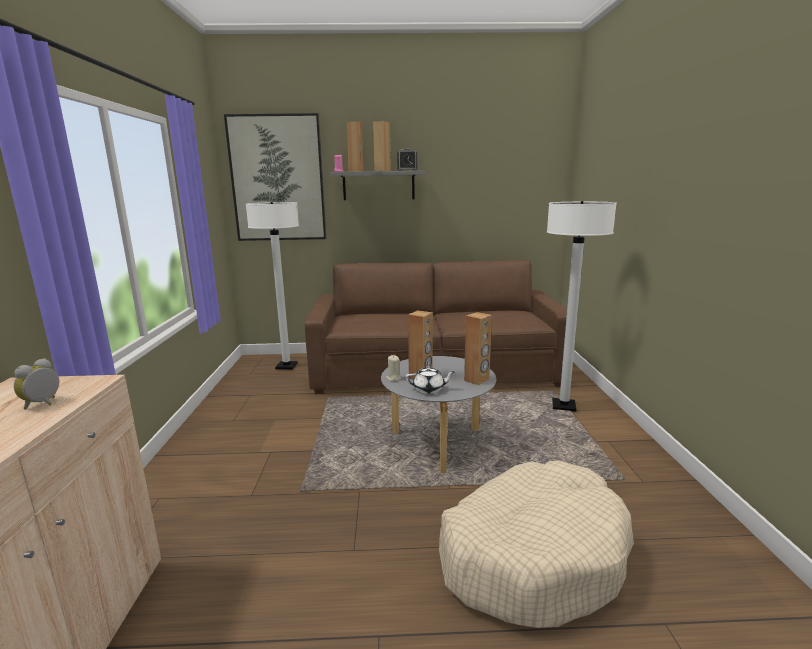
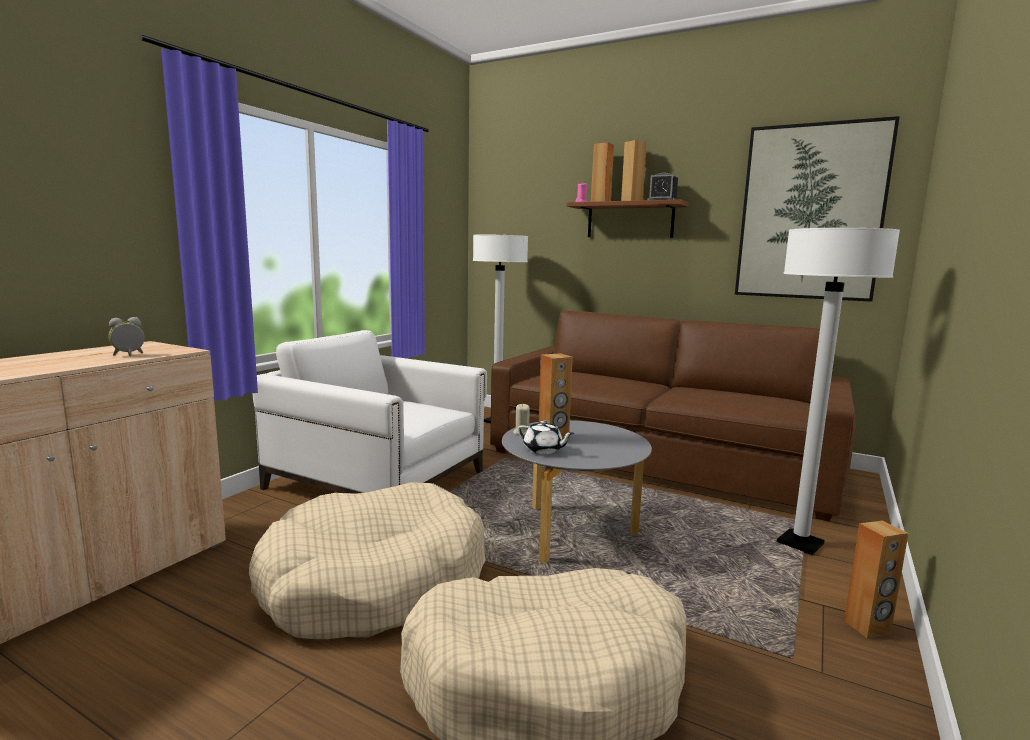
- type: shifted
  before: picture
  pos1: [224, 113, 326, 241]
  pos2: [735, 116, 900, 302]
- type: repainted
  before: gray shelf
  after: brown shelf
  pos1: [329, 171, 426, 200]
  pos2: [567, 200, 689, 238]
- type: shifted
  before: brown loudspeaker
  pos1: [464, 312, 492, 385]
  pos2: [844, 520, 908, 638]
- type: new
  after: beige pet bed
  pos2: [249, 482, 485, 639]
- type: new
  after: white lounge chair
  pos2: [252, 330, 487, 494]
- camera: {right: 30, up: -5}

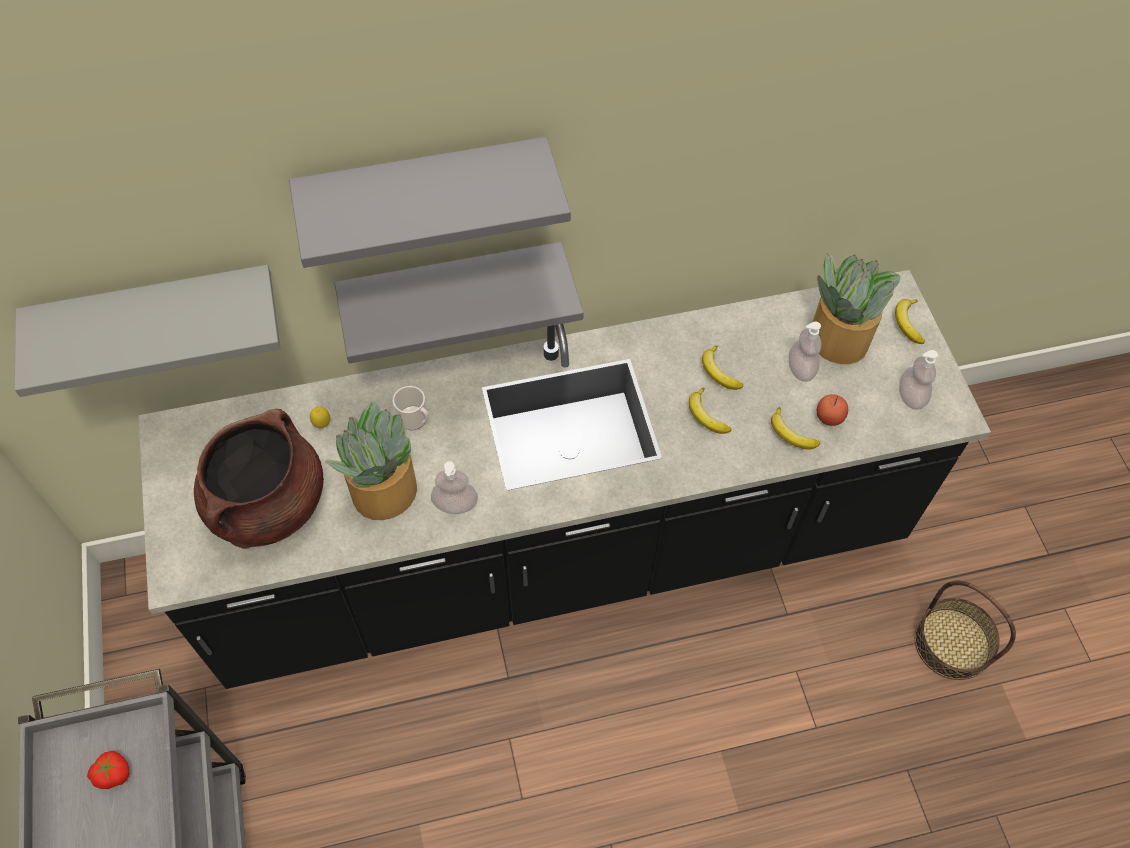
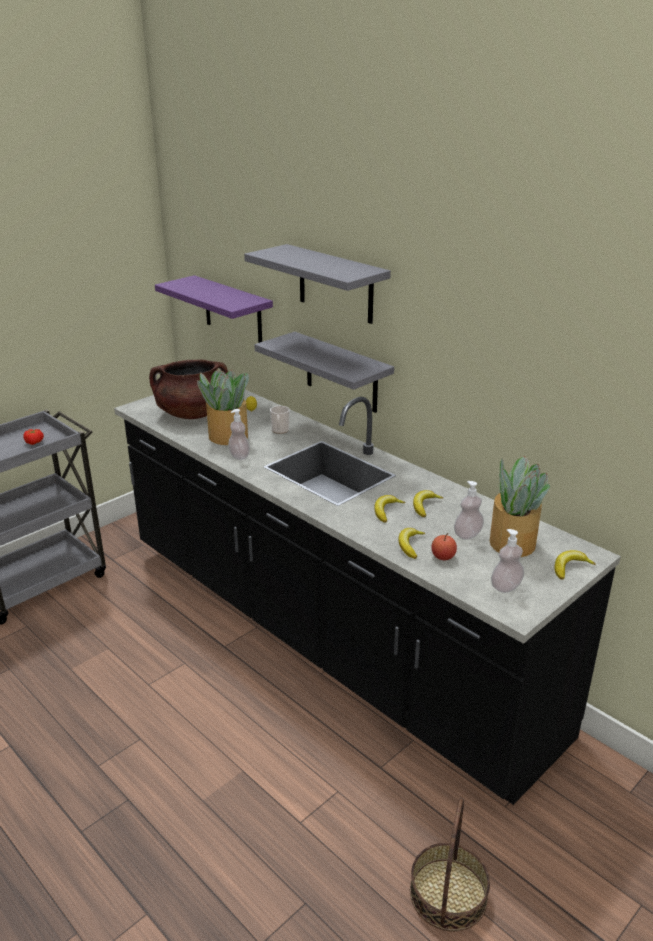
- type: repainted
  before: gray shelf
  after: purplish shelf
  pos1: [14, 265, 280, 397]
  pos2: [155, 275, 273, 343]
- camera: {right: 60, up: -30}

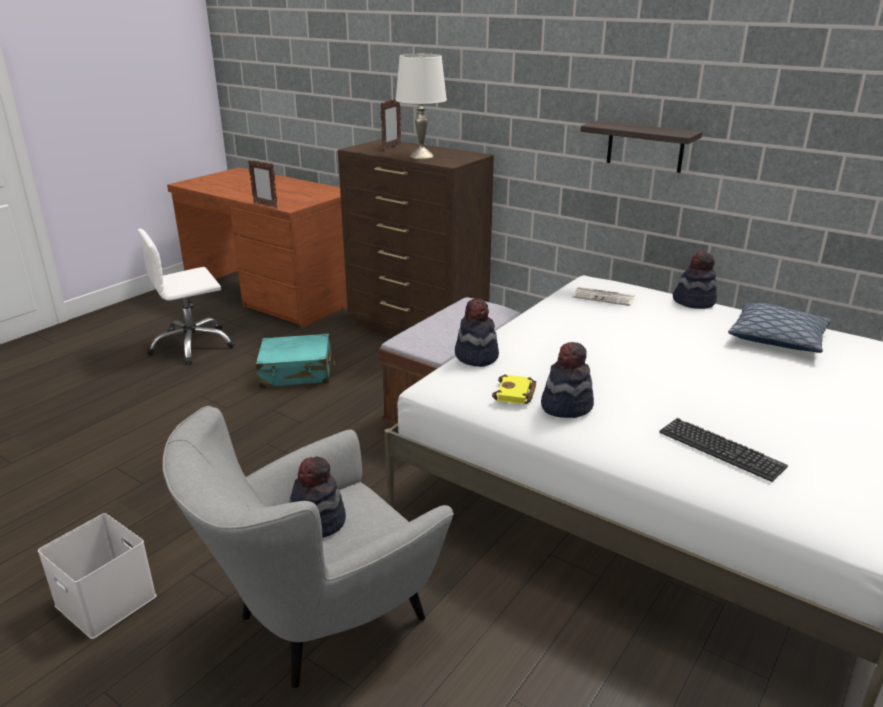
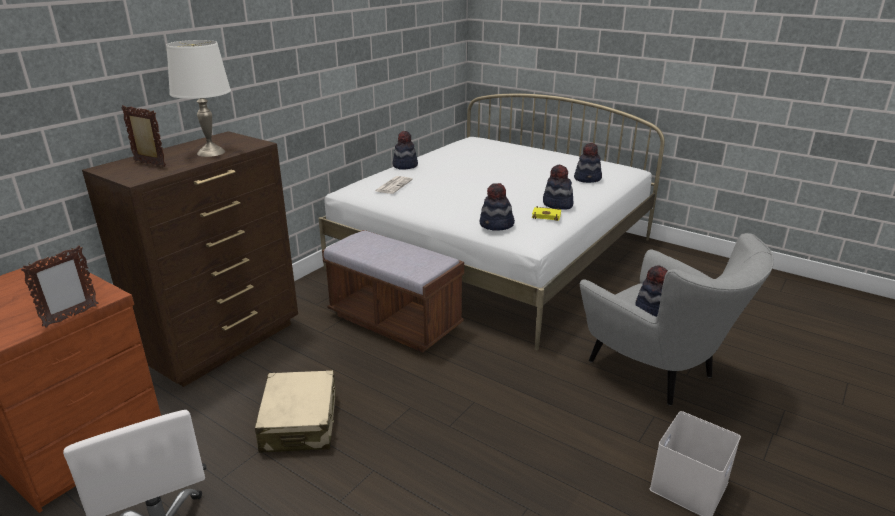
- type: repainted
  before: turquoise piece of luggage
  after: beige piece of luggage
  pos1: [256, 334, 335, 388]
  pos2: [255, 370, 336, 453]
- type: gone
  before: shelf
  pos1: [581, 120, 702, 173]
- type: swapped
  before: computer keyboard
  after: wearable hat
  pos1: [659, 418, 788, 482]
  pos2: [574, 143, 602, 183]
- type: gone
  before: cushion
  pos1: [728, 303, 831, 353]
- camera: {right: -90, up: 0}

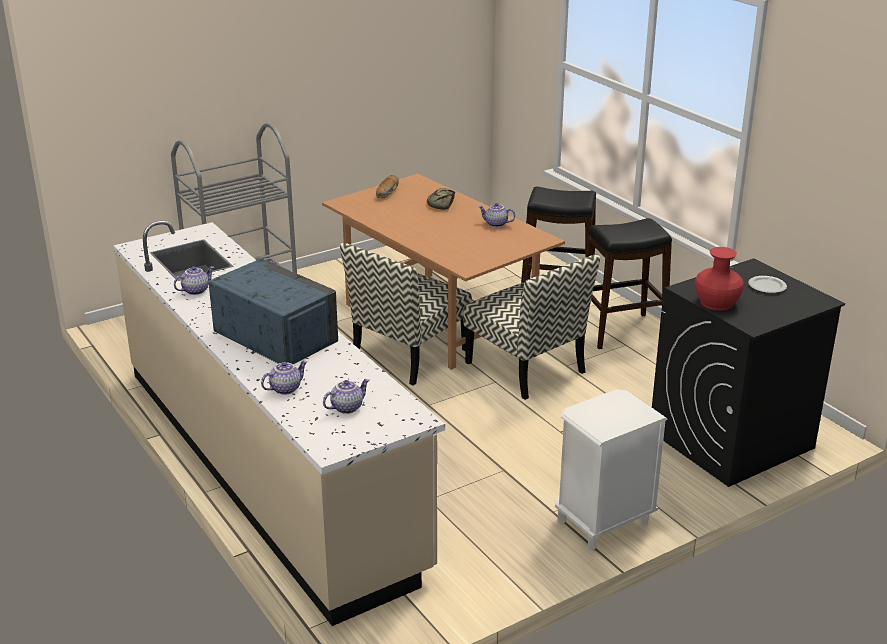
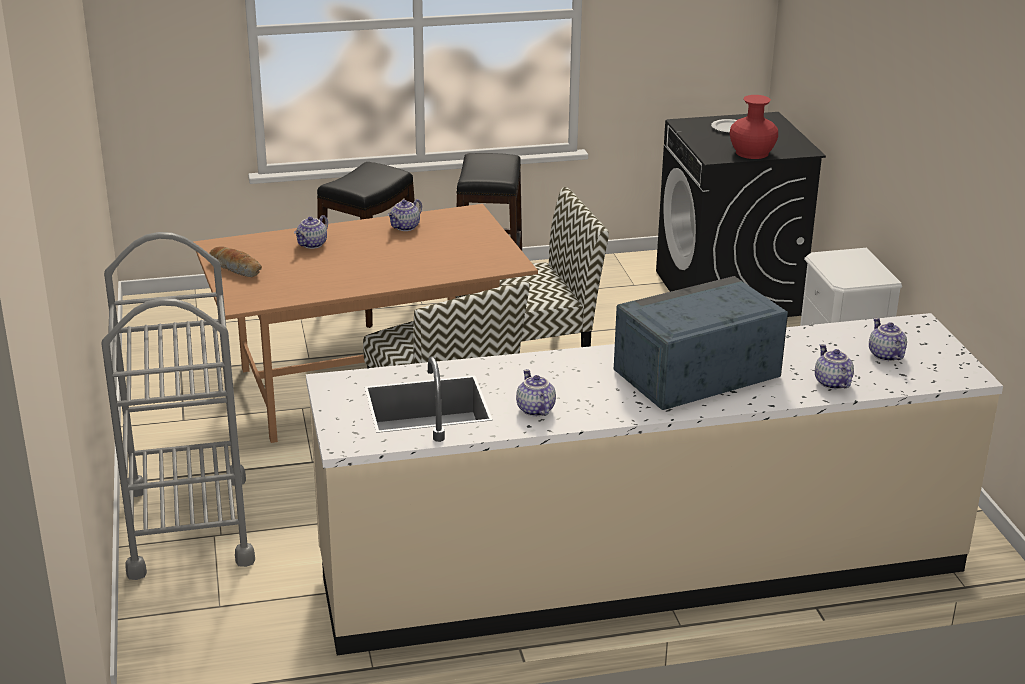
- type: swapped
  before: bakery bread
  after: tea pot
  pos1: [427, 188, 455, 210]
  pos2: [294, 215, 328, 249]
- camera: {right: -70, up: 0}

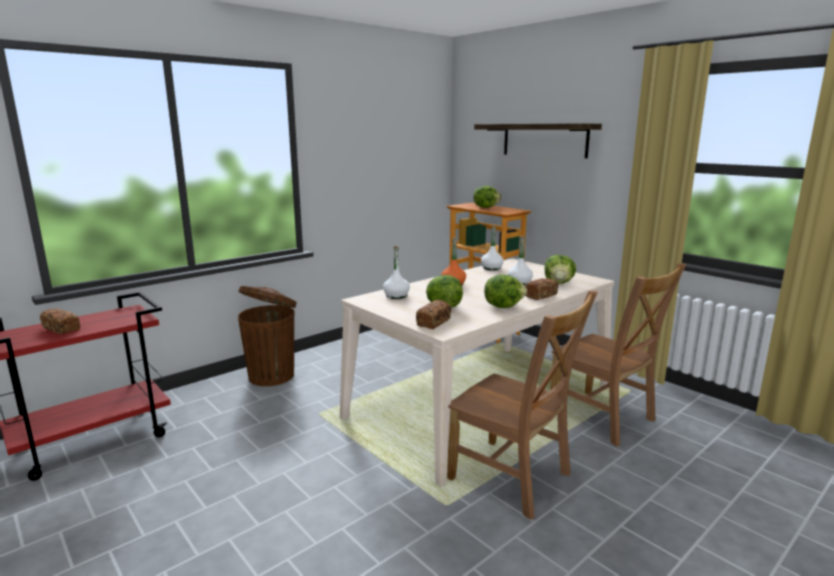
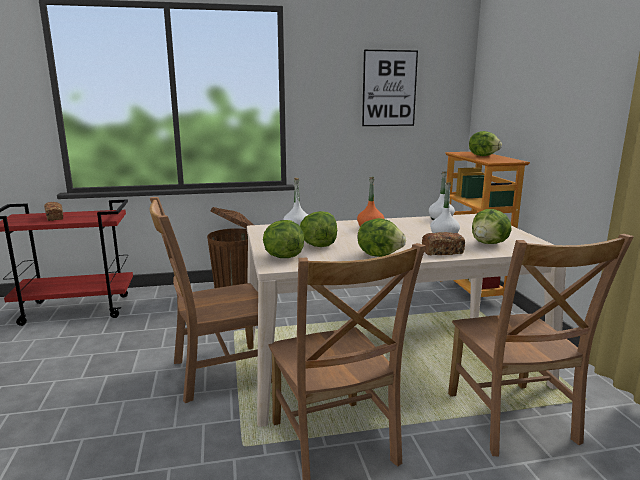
- type: swapped
  before: bakery bread
  after: head of lettuce
  pos1: [416, 300, 451, 329]
  pos2: [263, 220, 304, 258]
- type: gone
  before: shelf
  pos1: [474, 124, 602, 158]
- type: new
  after: brown chair
  pos2: [150, 197, 272, 403]
- type: new
  after: picture
  pos2: [362, 50, 418, 126]
- camera: {right: 30, up: 0}

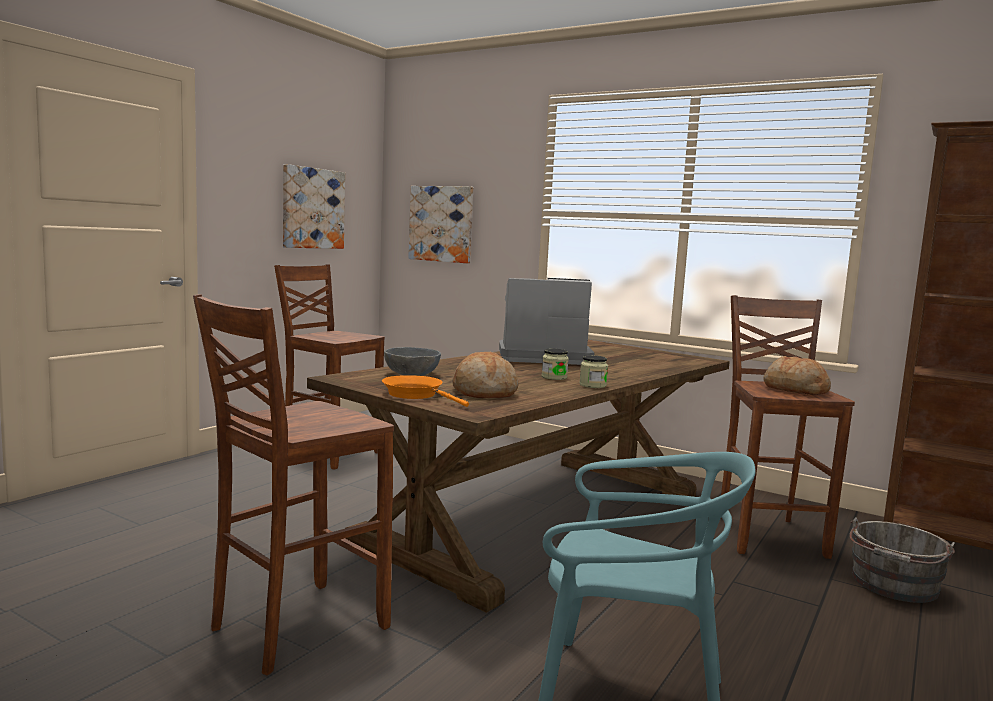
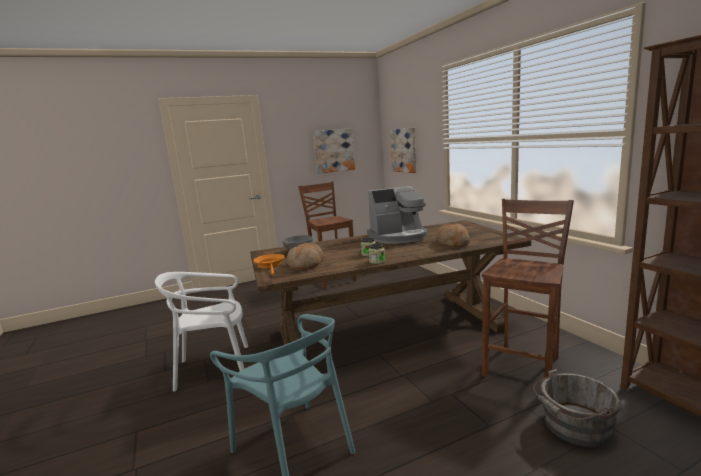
- type: swapped
  before: brown stool seat
  after: white chair
  pos1: [193, 294, 394, 675]
  pos2: [155, 272, 248, 392]
- type: rotated
  before: coffee maker
  pos1: [499, 278, 595, 365]
  pos2: [367, 186, 427, 244]
  turn: 135
- type: shifted
  before: bakery bread
  pos1: [764, 356, 831, 395]
  pos2: [436, 224, 470, 247]
- camera: {right: 35, up: 5}

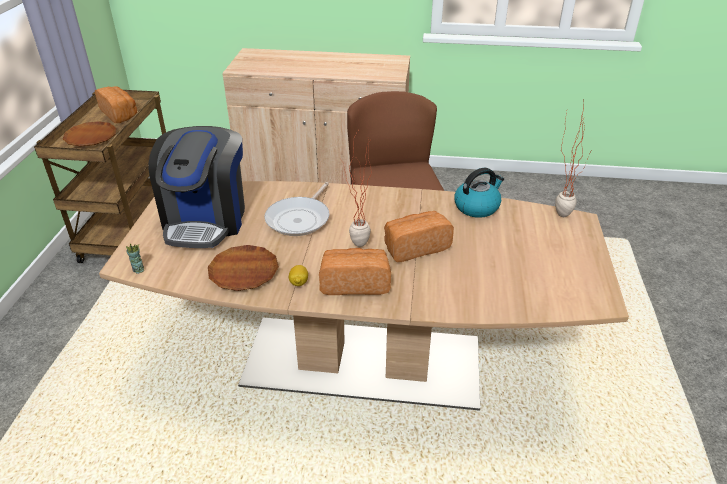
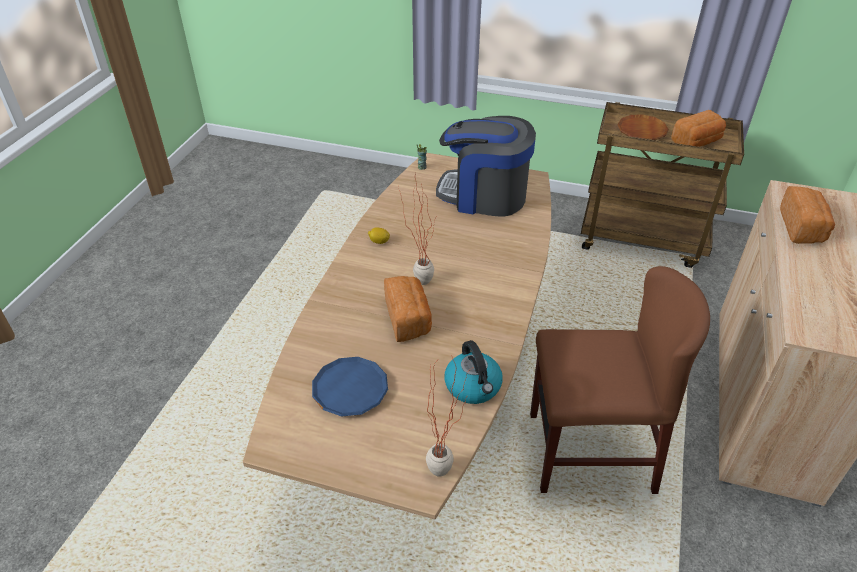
- type: gone
  before: brown flat dish
  pos1: [208, 245, 279, 291]
- type: gone
  before: pan
  pos1: [264, 182, 329, 236]
- type: shifted
  before: bakery bread
  pos1: [319, 248, 391, 295]
  pos2: [780, 186, 835, 244]
- type: new
  after: blue-coloured flat dish
  pos2: [312, 357, 388, 417]
- camera: {right: 100, up: 5}

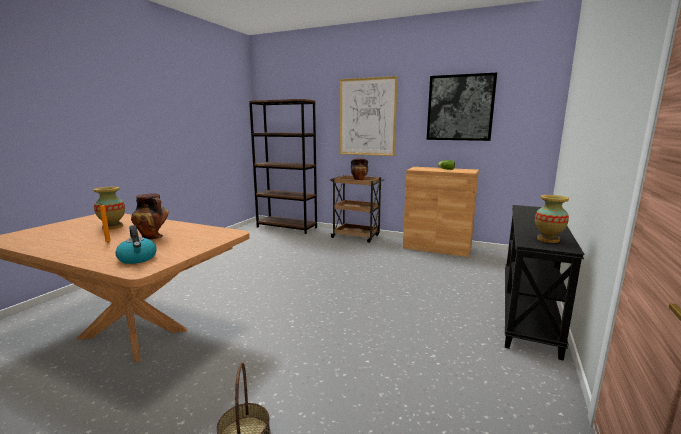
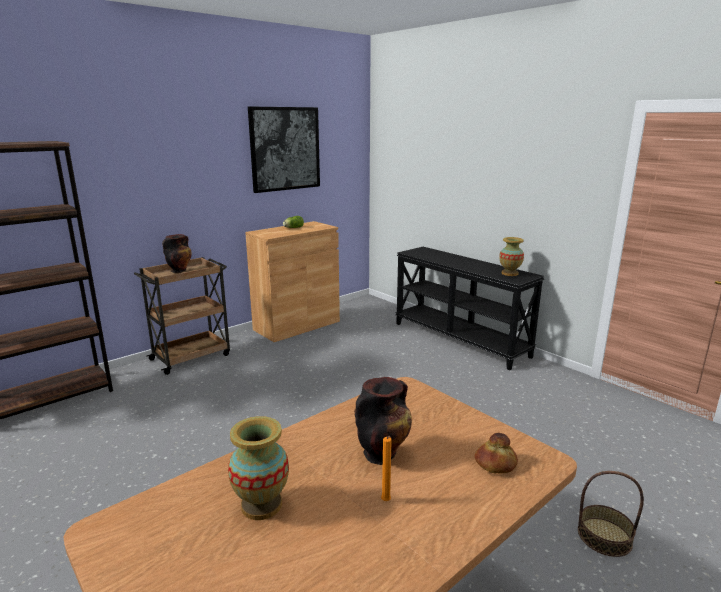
- type: swapped
  before: water kettle
  after: bakery bread
  pos1: [115, 225, 157, 264]
  pos2: [475, 433, 518, 473]
- type: gone
  before: picture
  pos1: [339, 76, 398, 156]
- camera: {right: -65, up: 5}

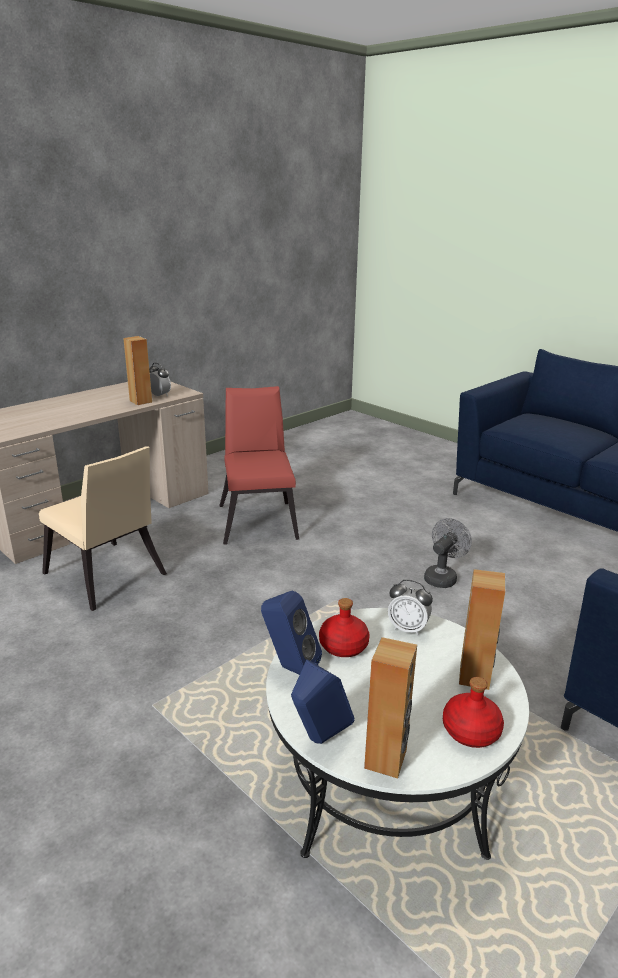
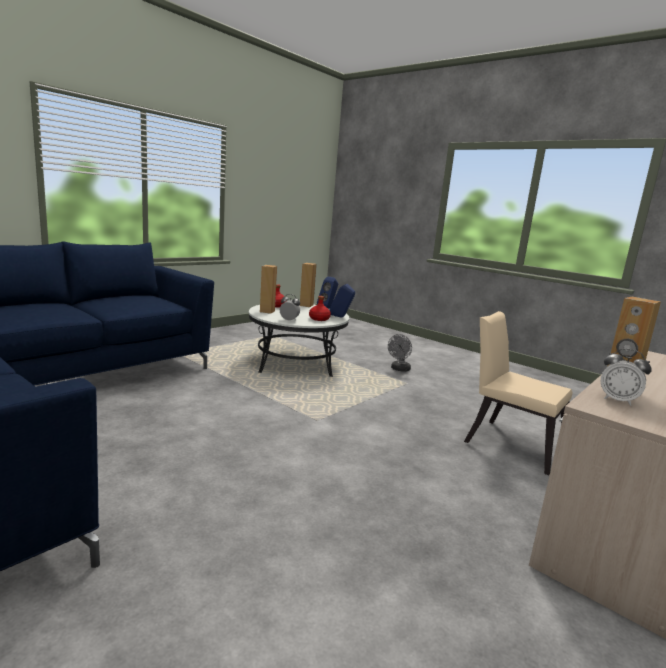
- type: gone
  before: red-coloured chair
  pos1: [220, 386, 299, 545]
- type: shifted
  before: gray fan
  pos1: [424, 518, 472, 588]
  pos2: [388, 334, 412, 372]
- camera: {right: 175, up: -10}

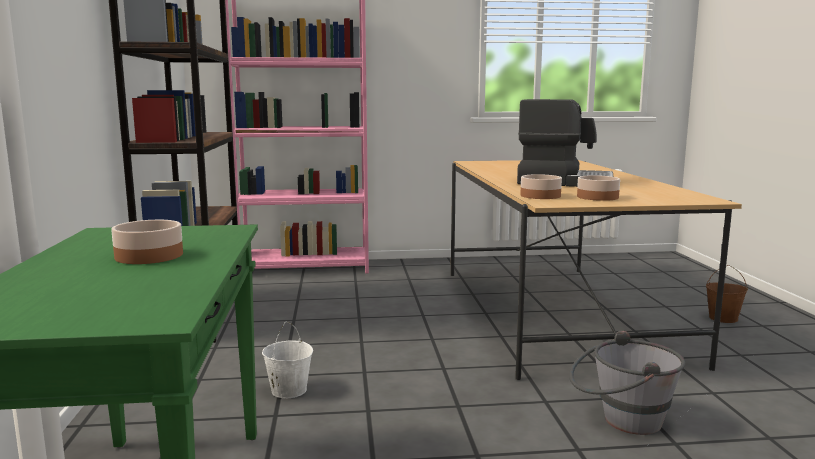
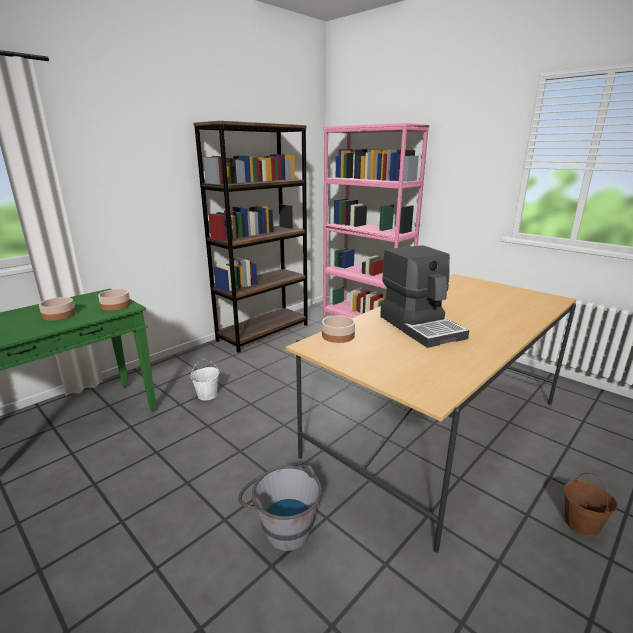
- type: shifted
  before: serving bowl
  pos1: [577, 175, 620, 201]
  pos2: [98, 289, 131, 311]
- camera: {right: 50, up: 10}

